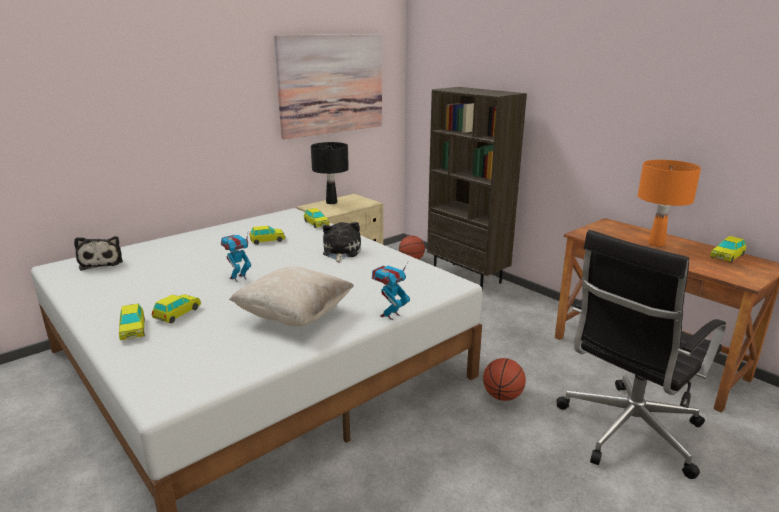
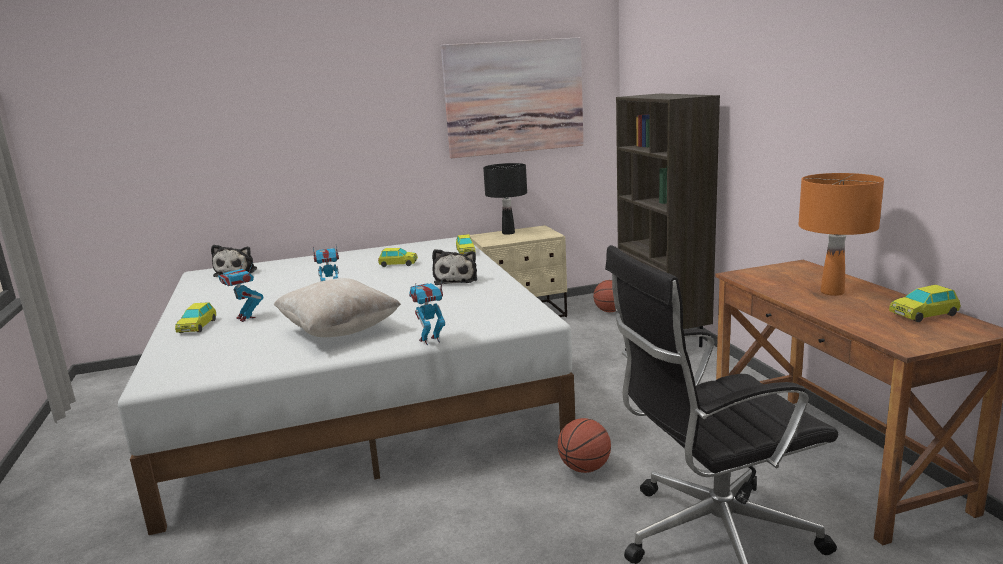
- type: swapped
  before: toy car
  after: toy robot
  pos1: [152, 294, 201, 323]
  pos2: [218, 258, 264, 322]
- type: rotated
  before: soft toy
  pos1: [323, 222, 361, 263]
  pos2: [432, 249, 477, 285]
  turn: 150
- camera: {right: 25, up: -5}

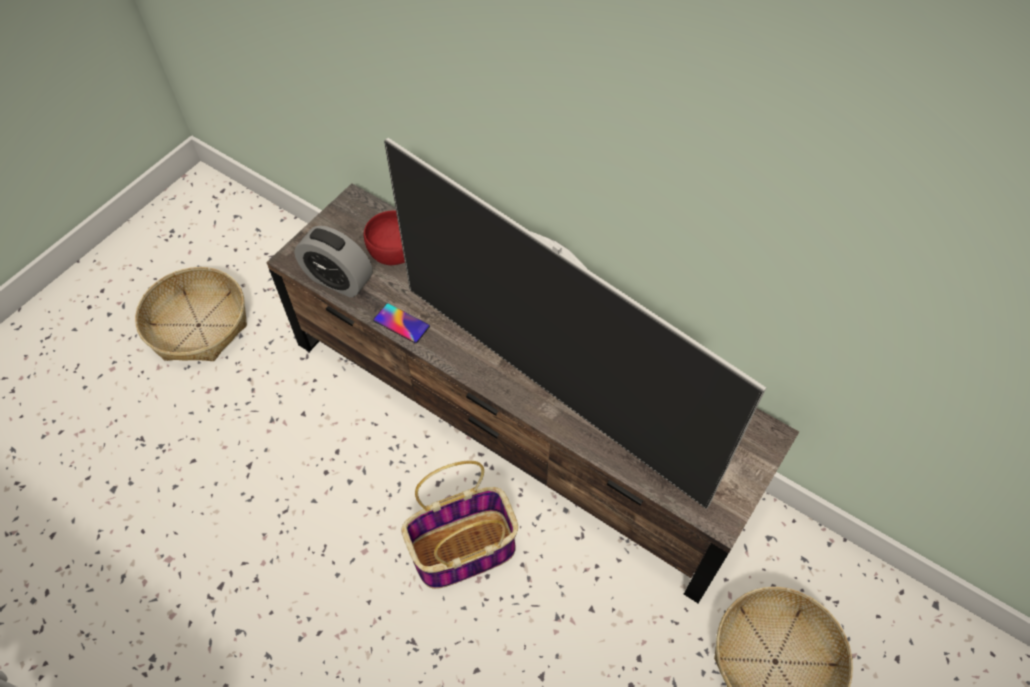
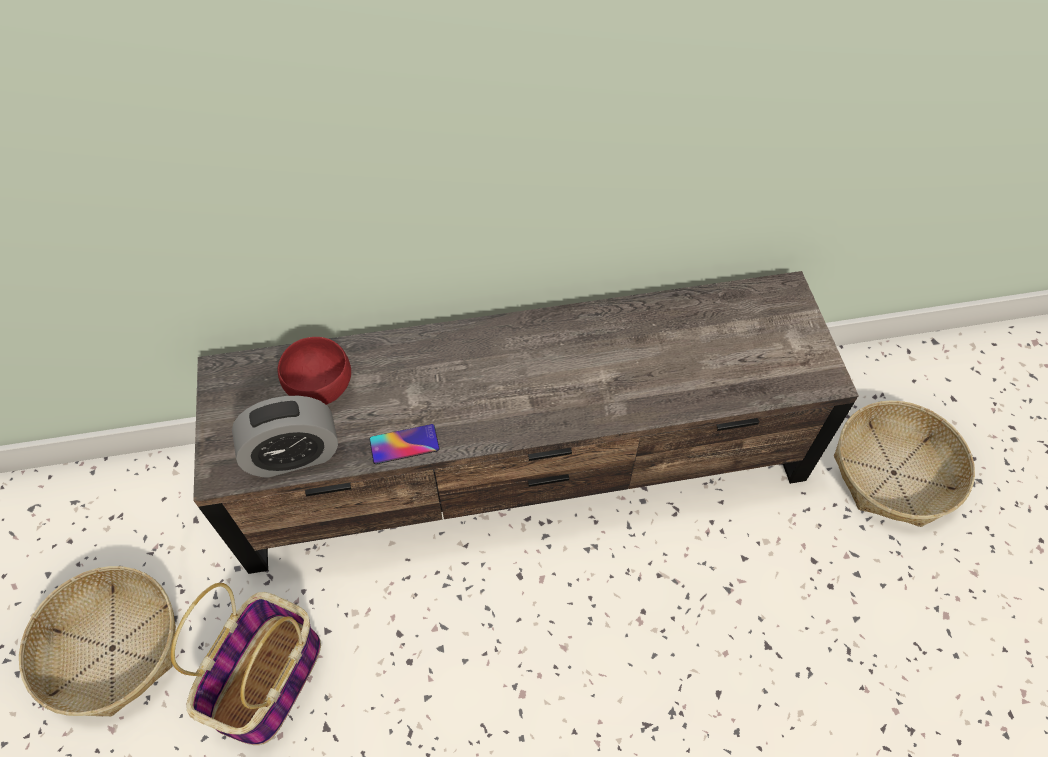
- type: gone
  before: TV
  pos1: [384, 138, 766, 509]
- type: shifted
  before: household basket
  pos1: [401, 460, 518, 589]
  pos2: [171, 583, 321, 745]
- camera: {right: -45, up: 0}

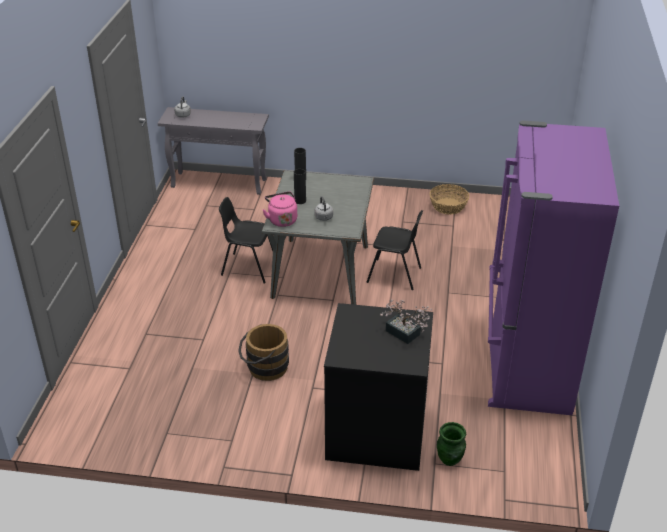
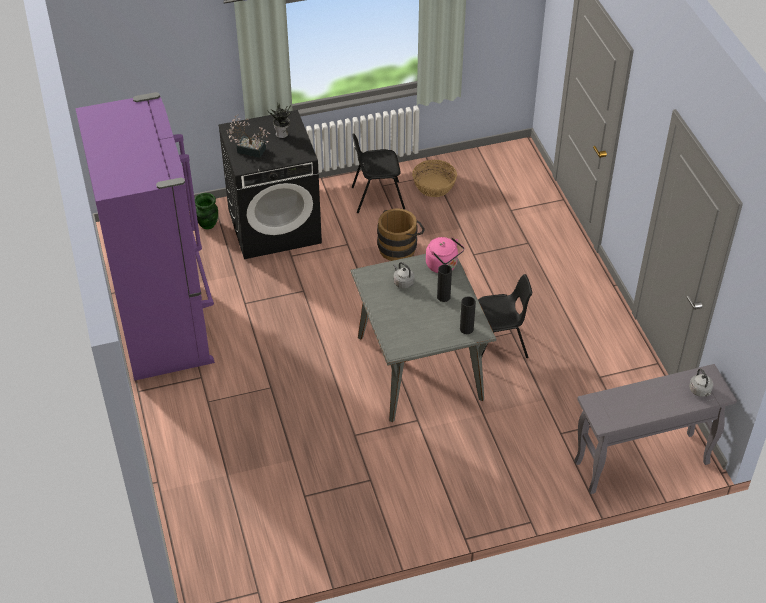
- type: shifted
  before: black-coloured chair
  pos1: [367, 210, 423, 290]
  pos2: [352, 133, 405, 213]
- type: shifted
  before: household basket
  pos1: [429, 184, 469, 215]
  pos2: [412, 160, 457, 197]
- type: new
  after: plant in a pot
  pos2: [267, 103, 291, 138]
- camera: {right: 155, up: 10}

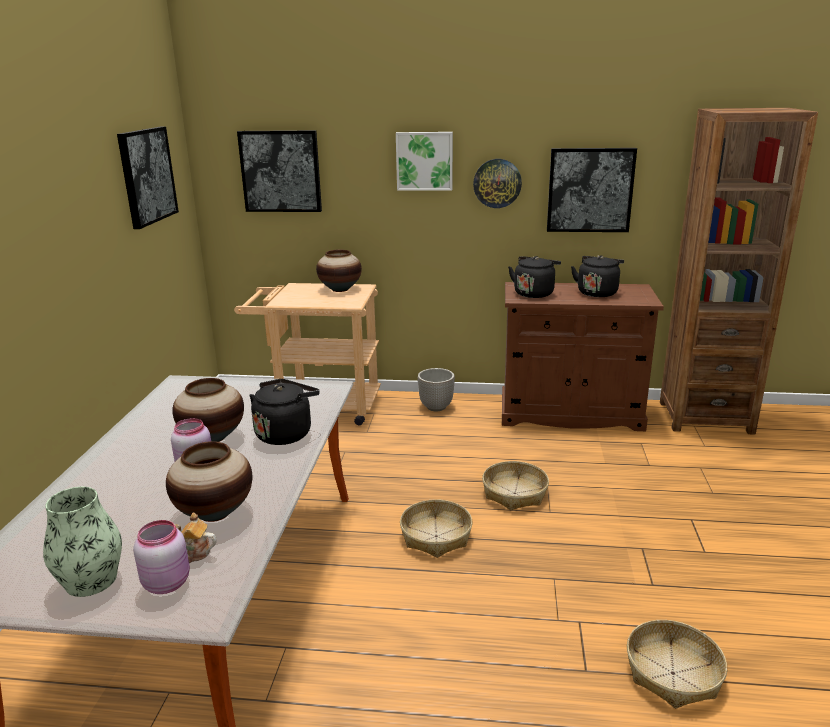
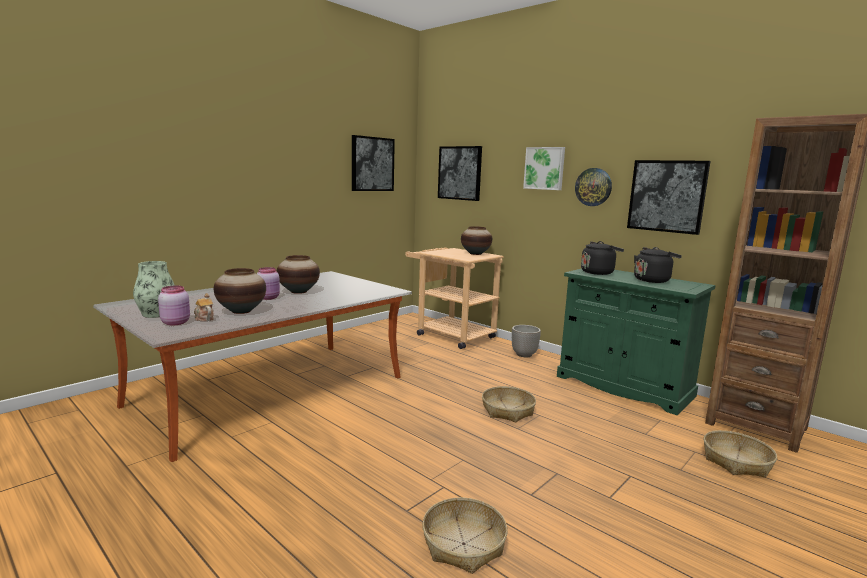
- type: gone
  before: black-coloured water kettle
  pos1: [249, 379, 320, 445]
- type: shifted
  before: household basket
  pos1: [400, 499, 472, 558]
  pos2: [704, 430, 777, 478]
- type: repainted
  before: brown cabinet
  after: green-coloured cabinet
  pos1: [502, 282, 664, 431]
  pos2: [557, 268, 715, 415]
- camera: {right: 35, up: -10}

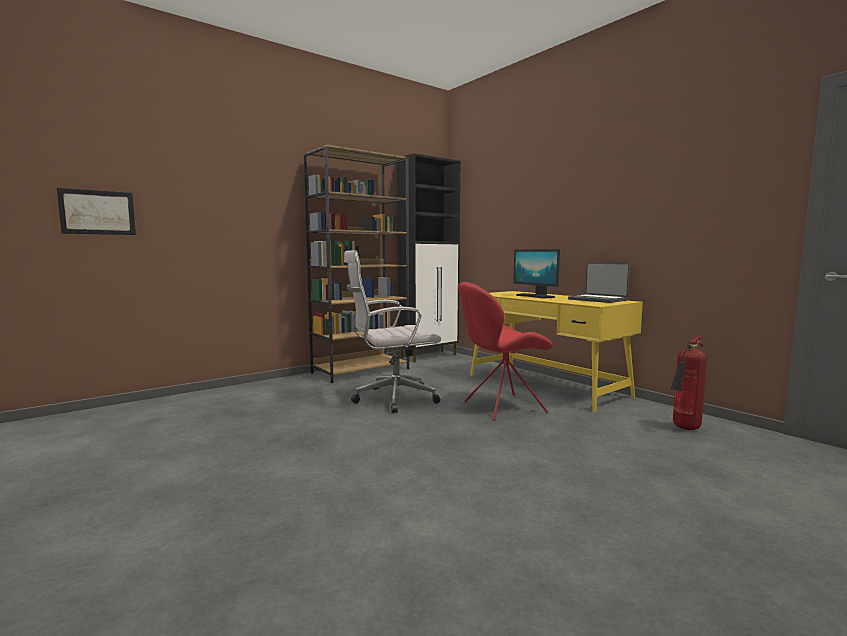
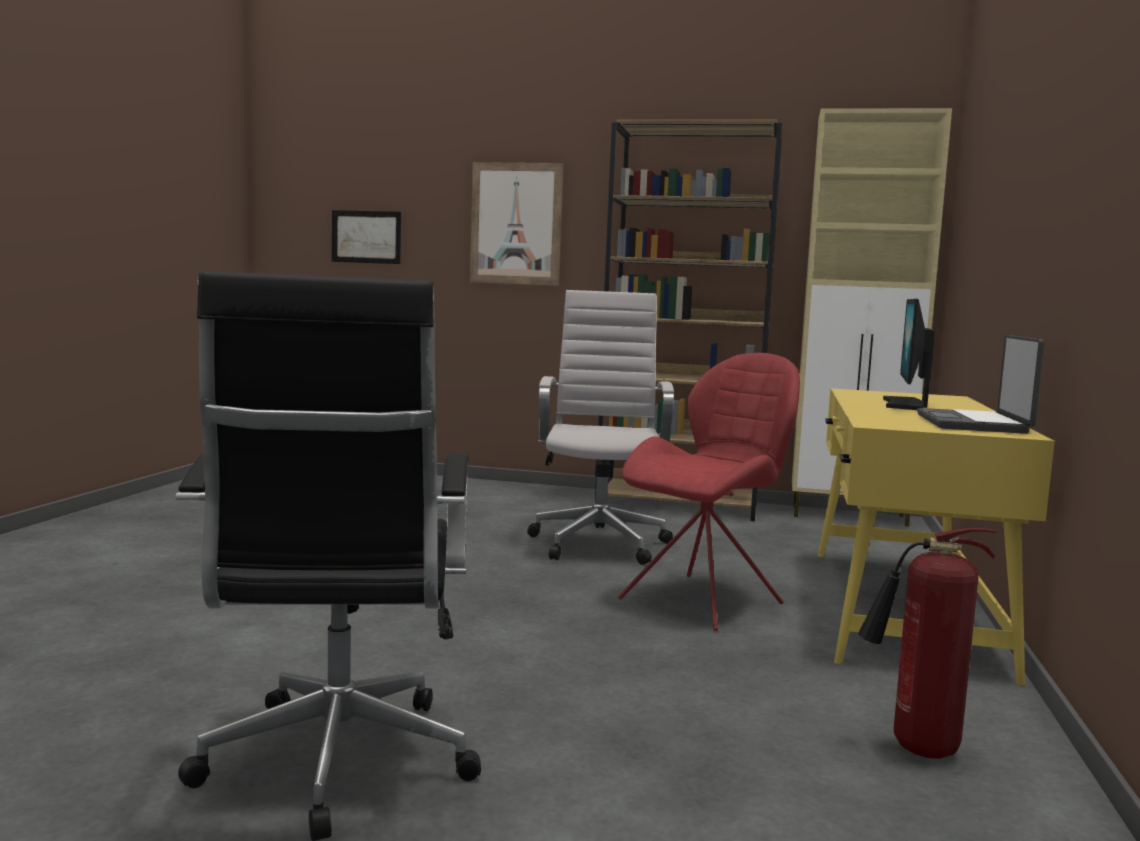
- type: rotated
  before: white desk chair
  pos1: [344, 250, 441, 413]
  pos2: [527, 290, 674, 565]
  turn: 60
- type: repainted
  before: black-coloured cabinet
  after: beige cabinet
  pos1: [397, 153, 461, 362]
  pos2: [792, 108, 952, 527]
- type: rotated
  before: red-coloured chair
  pos1: [458, 282, 553, 421]
  pos2: [618, 353, 800, 631]
  turn: 105
- type: new
  after: black-coloured desk chair
  pos2: [176, 271, 481, 841]
- type: new
  after: picture
  pos2: [470, 162, 563, 286]
- camera: {right: 50, up: 0}

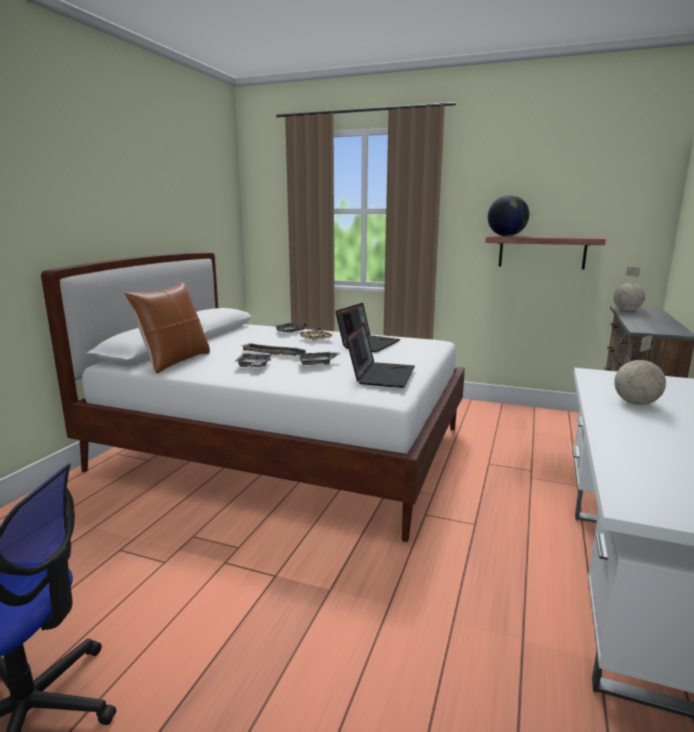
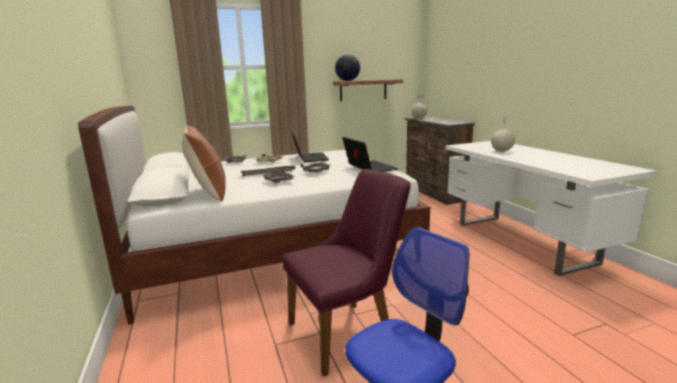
- type: new
  after: purplish chair
  pos2: [281, 169, 411, 377]
- camera: {right: -40, up: 0}

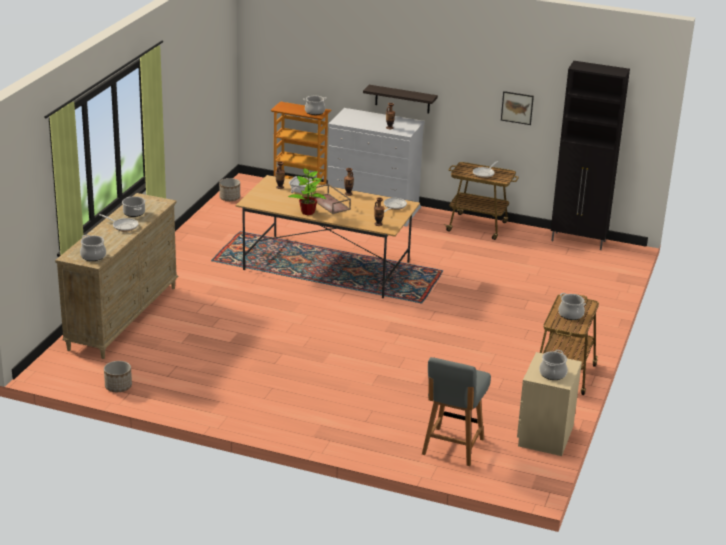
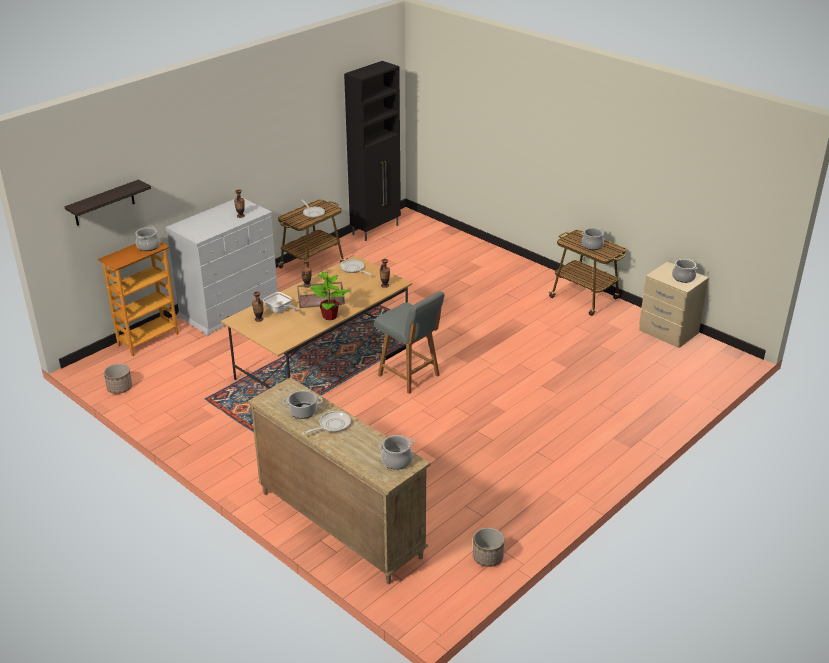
- type: shifted
  before: shelf
  pos1: [363, 85, 438, 114]
  pos2: [64, 180, 151, 226]
- type: shifted
  before: gray chair
  pos1: [422, 357, 491, 466]
  pos2: [375, 291, 445, 394]
- type: gone
  before: picture
  pos1: [501, 91, 534, 125]
- camera: {right: -65, up: 5}

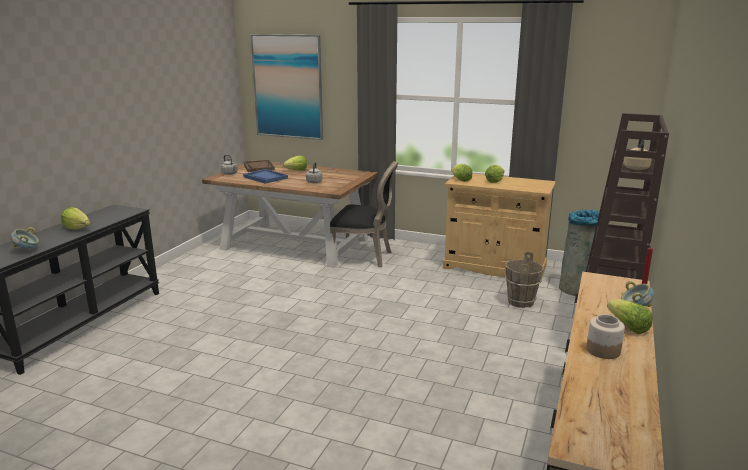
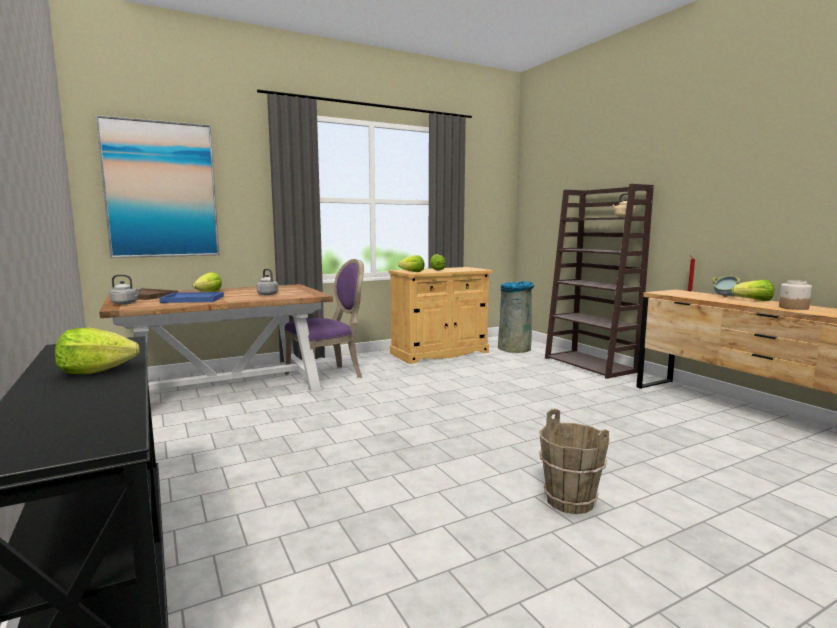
- type: gone
  before: serving bowl
  pos1: [11, 227, 39, 251]
- type: repainted
  before: black-coloured chair
  after: purplish chair
  pos1: [330, 161, 399, 268]
  pos2: [284, 259, 364, 378]
- type: shifted
  before: brown water bucket
  pos1: [505, 252, 544, 308]
  pos2: [539, 409, 610, 514]
- camera: {right: -50, up: -10}

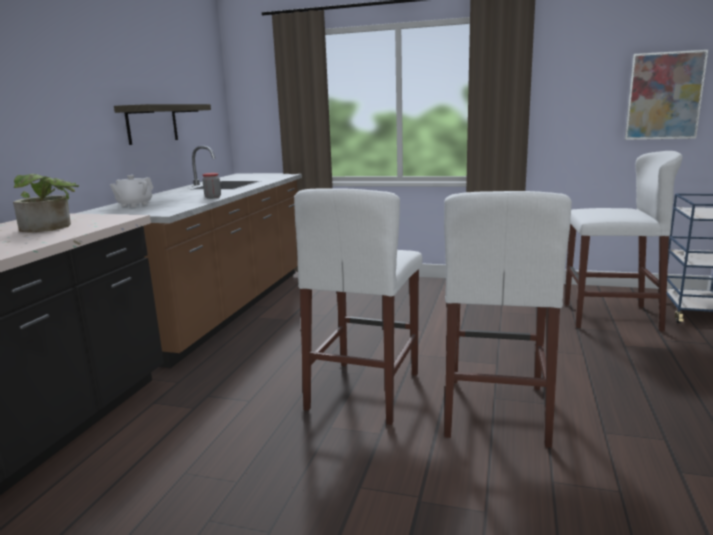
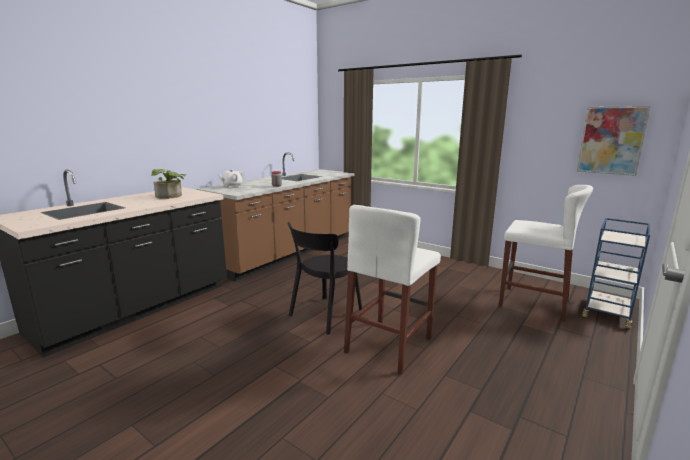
- type: gone
  before: shelf
  pos1: [114, 104, 211, 145]
- type: swapped
  before: white stool seat
  after: black-coloured chair
  pos1: [294, 188, 423, 425]
  pos2: [287, 222, 362, 335]
- camera: {right: 20, up: 0}

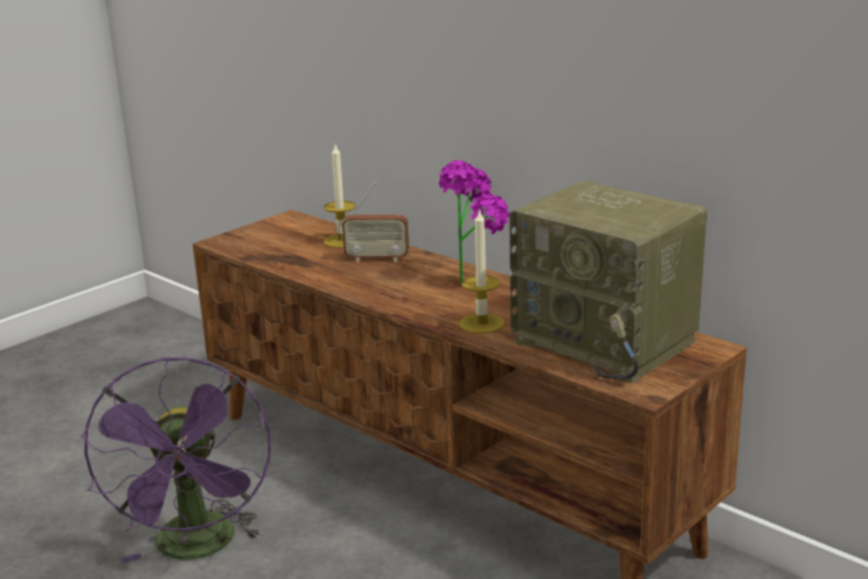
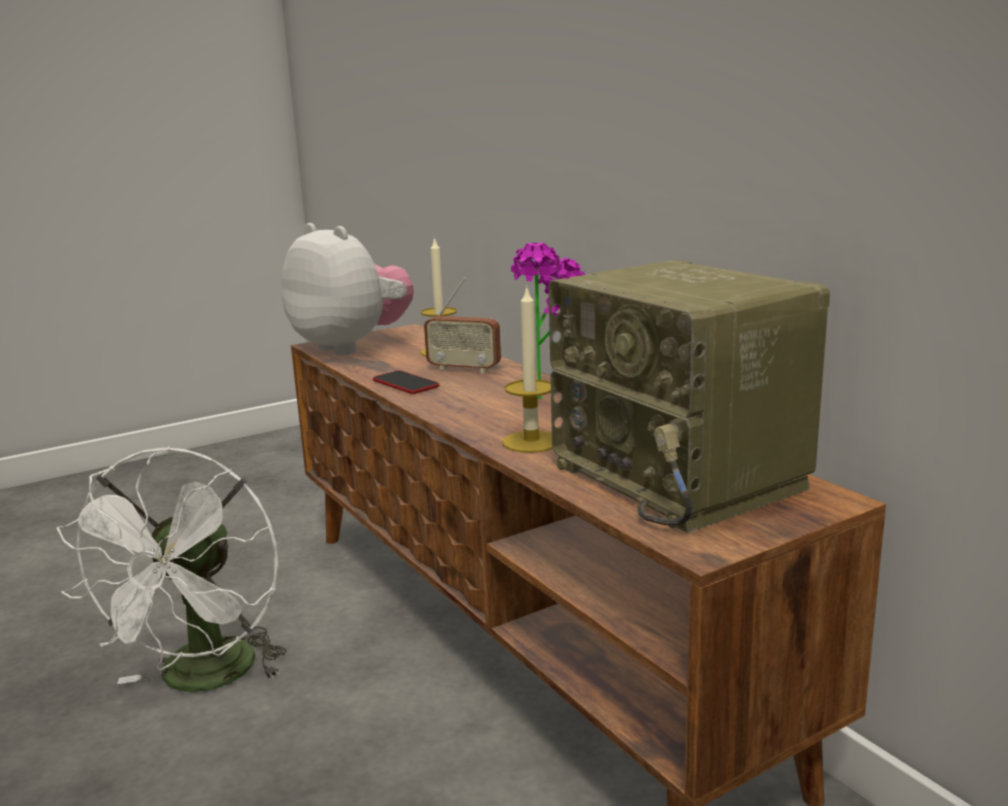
- type: repainted
  before: purplish fan
  after: white fan
  pos1: [81, 356, 271, 563]
  pos2: [57, 446, 287, 692]
- type: new
  after: soft toy
  pos2: [282, 223, 414, 355]
- type: new
  after: handset
  pos2: [373, 371, 439, 394]
- camera: {right: 15, up: -5}

